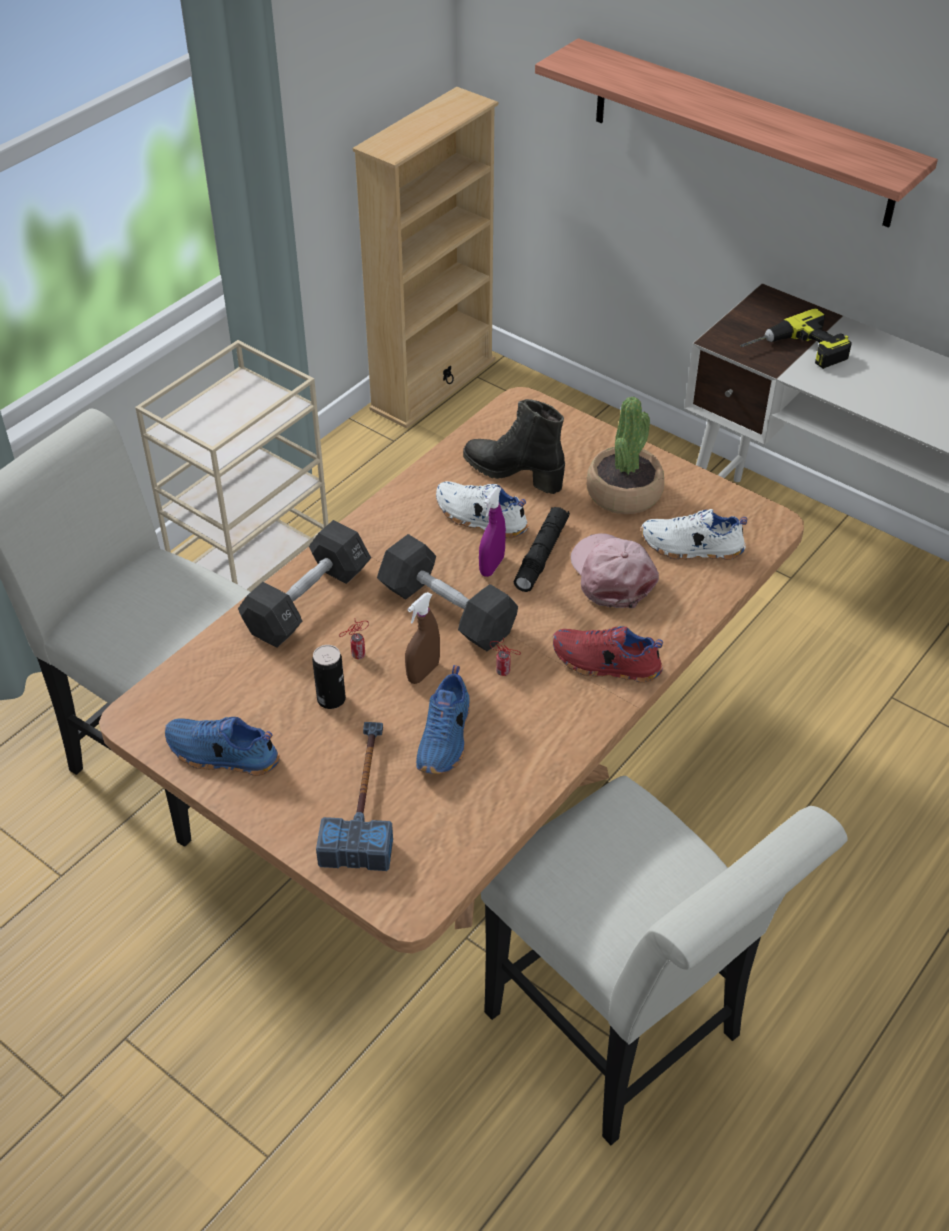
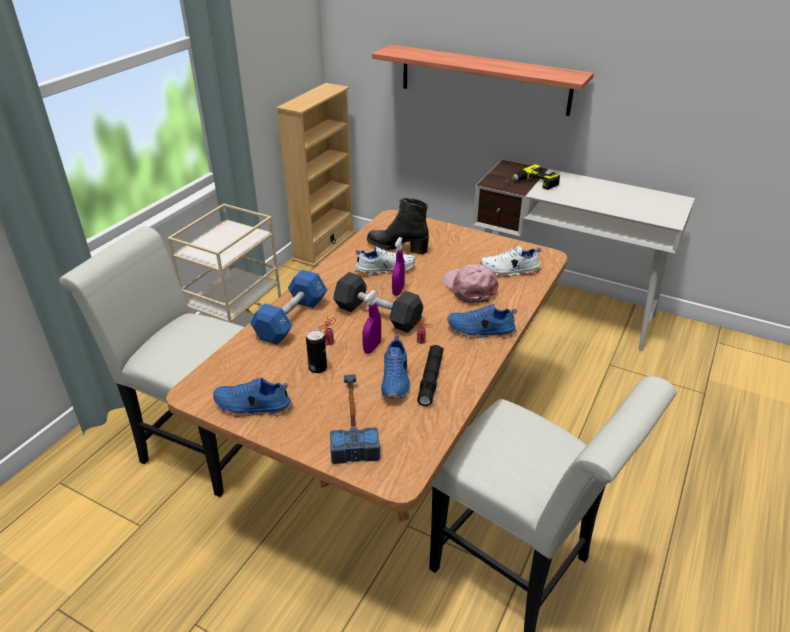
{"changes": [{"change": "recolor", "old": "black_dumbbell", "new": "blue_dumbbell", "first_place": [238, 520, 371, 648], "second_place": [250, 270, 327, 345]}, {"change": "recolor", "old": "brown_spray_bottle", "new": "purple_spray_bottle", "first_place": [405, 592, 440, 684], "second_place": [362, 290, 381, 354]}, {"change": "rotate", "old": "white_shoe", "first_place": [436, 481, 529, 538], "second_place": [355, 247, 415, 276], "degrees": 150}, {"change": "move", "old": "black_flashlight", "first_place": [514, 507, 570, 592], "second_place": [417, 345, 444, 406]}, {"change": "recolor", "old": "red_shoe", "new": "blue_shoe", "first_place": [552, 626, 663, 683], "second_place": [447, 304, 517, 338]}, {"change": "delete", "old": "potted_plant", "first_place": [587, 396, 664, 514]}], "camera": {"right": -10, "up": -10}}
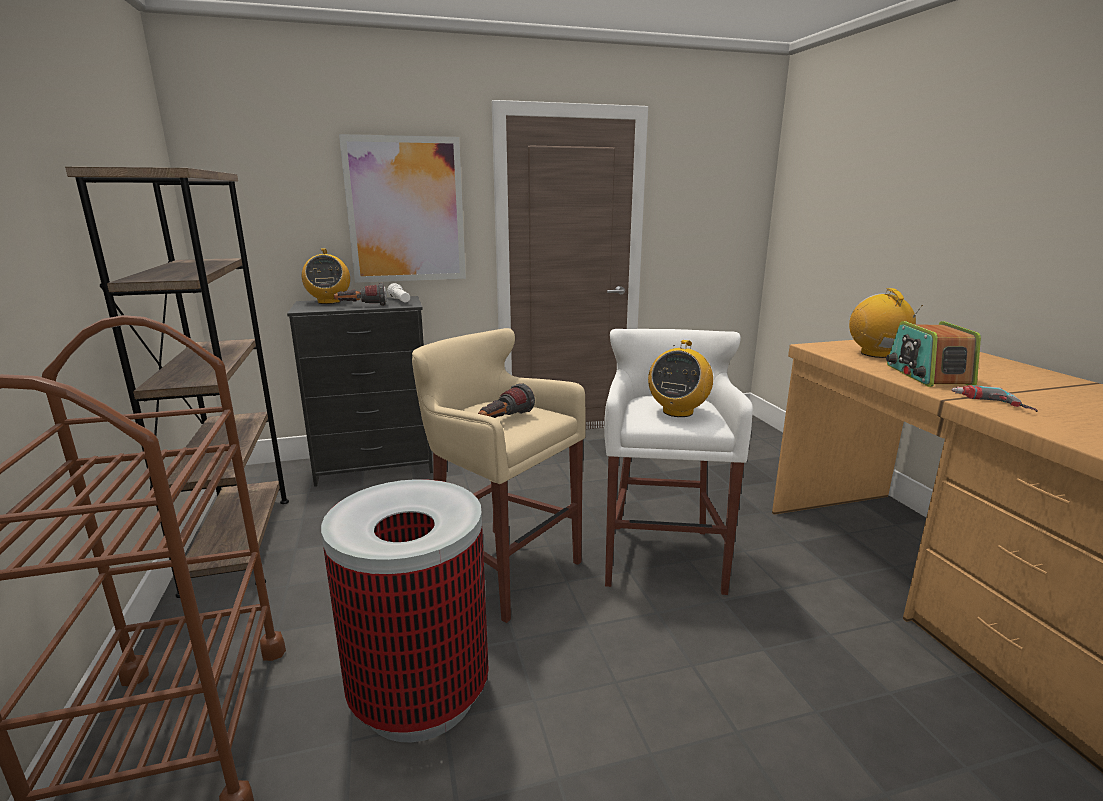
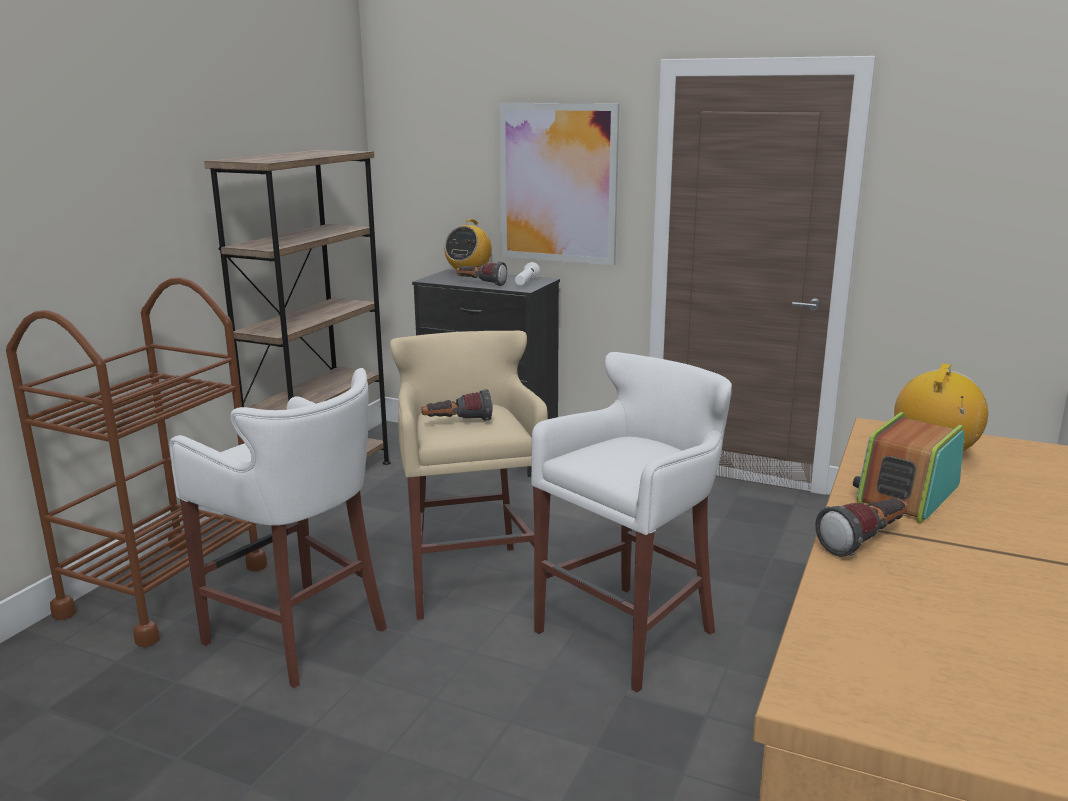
{"changes": [{"change": "replace", "old": "trash_can", "new": "white_stool", "first_place": [321, 479, 489, 742], "second_place": [169, 368, 387, 688]}, {"change": "delete", "old": "radio", "first_place": [648, 340, 713, 417]}, {"change": "replace", "old": "power_drill", "new": "flashlight", "first_place": [951, 385, 1038, 412], "second_place": [815, 498, 908, 557]}], "camera": {"right": 40, "up": 0}}
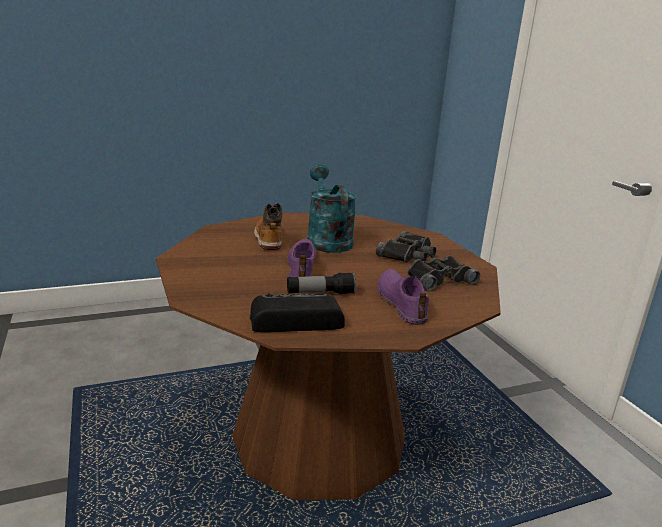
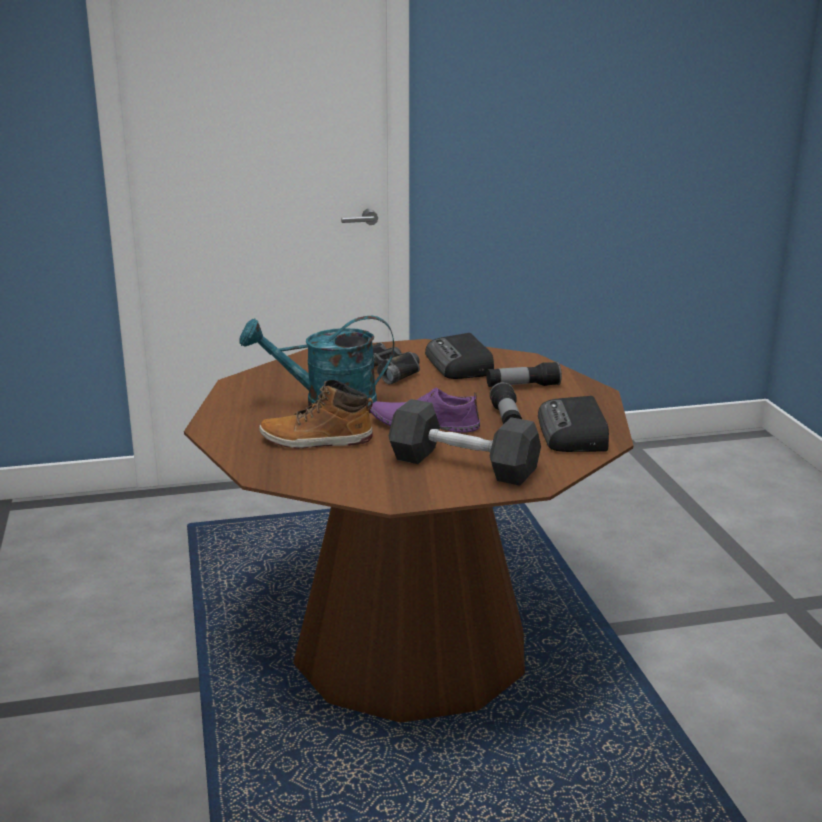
{"changes": [{"change": "replace", "old": "purple_shoe", "new": "flashlight", "first_place": [377, 269, 429, 325], "second_place": [486, 361, 562, 387]}, {"change": "replace", "old": "black_binoculars", "new": "radio", "first_place": [407, 256, 480, 291], "second_place": [425, 333, 494, 379]}, {"change": "insert", "new": "grey_dumbbell", "second_place": [389, 399, 541, 486]}], "camera": {"right": -80, "up": 0}}
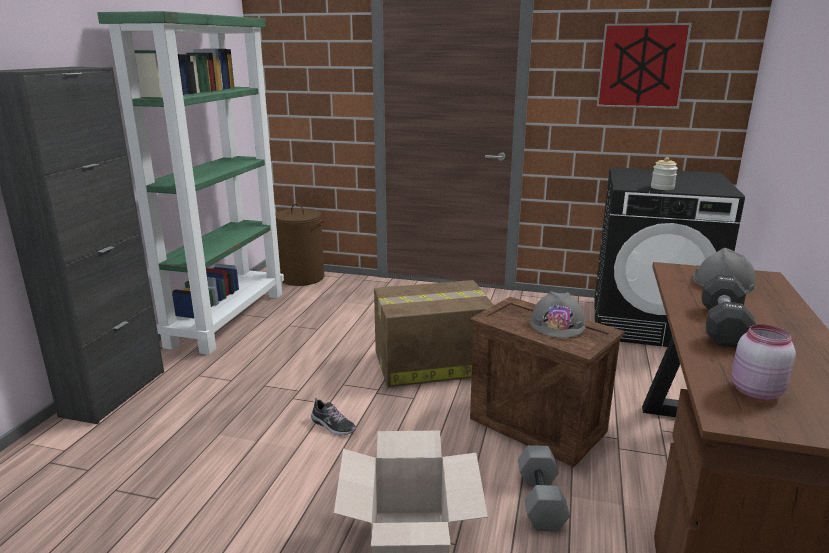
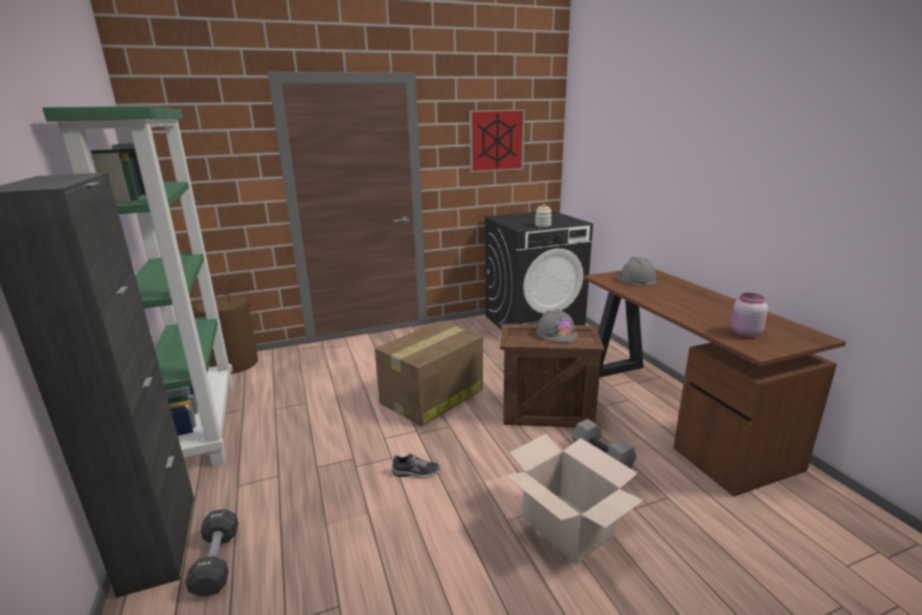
{"changes": [{"change": "move", "old": "black_dumbbell", "first_place": [701, 275, 756, 348], "second_place": [185, 509, 238, 597]}], "camera": {"right": -35, "up": 0}}
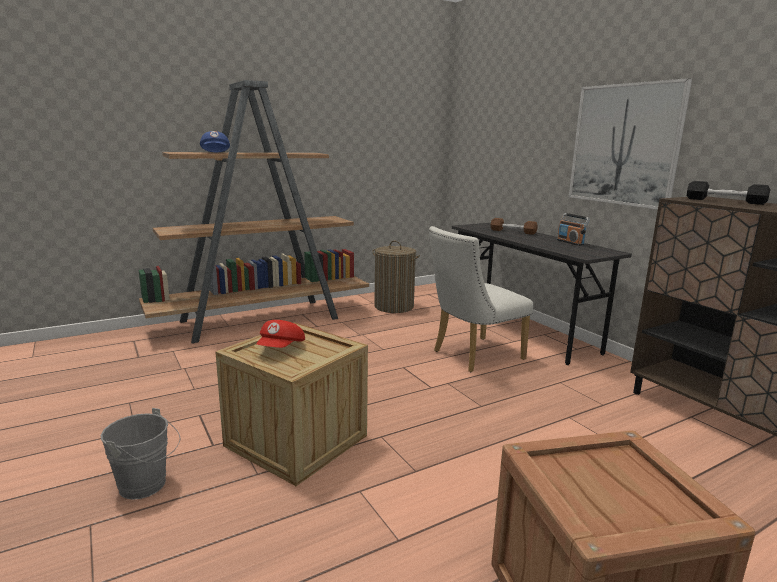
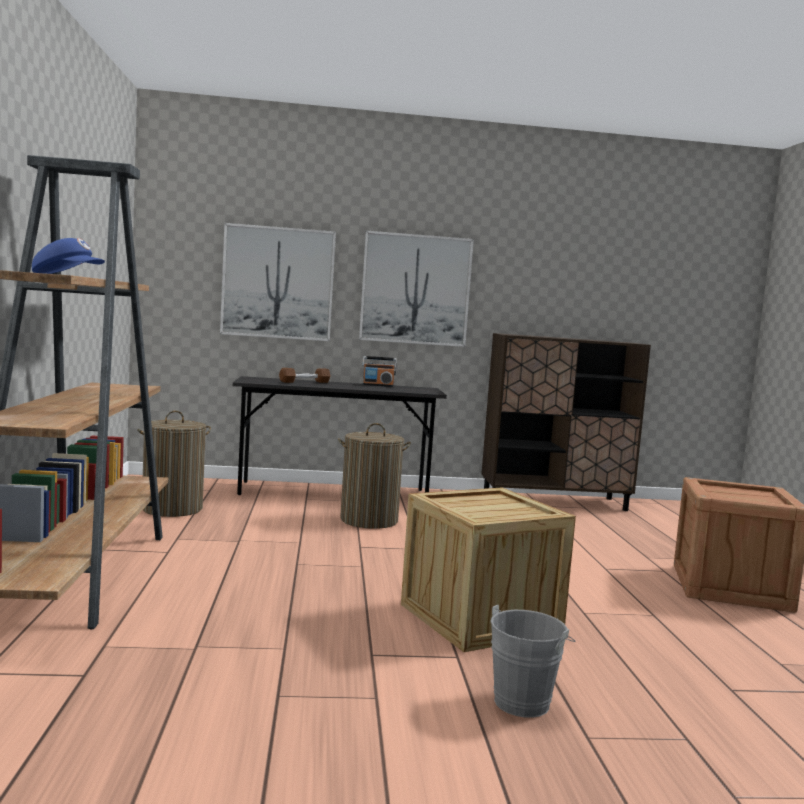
{"changes": [{"change": "delete", "old": "red_cap", "first_place": [256, 320, 305, 348]}, {"change": "replace", "old": "white_chair", "new": "laundry_basket", "first_place": [429, 226, 534, 372], "second_place": [338, 423, 411, 529]}, {"change": "delete", "old": "black_dumbbell", "first_place": [687, 181, 771, 205]}, {"change": "insert", "new": "picture", "second_place": [220, 223, 336, 341]}], "camera": {"right": -65, "up": -10}}
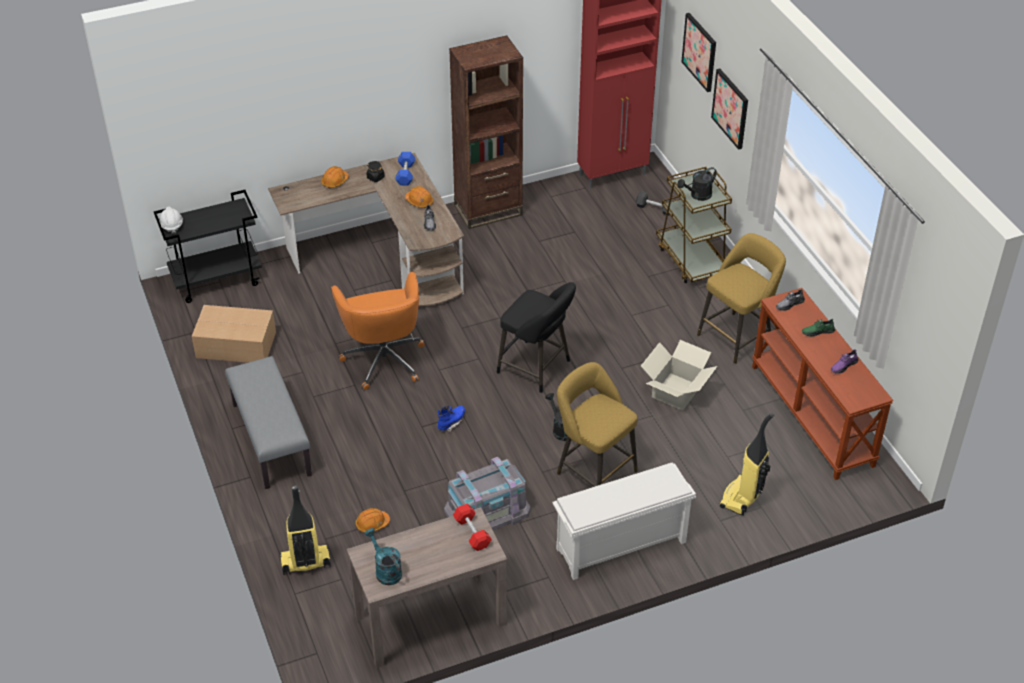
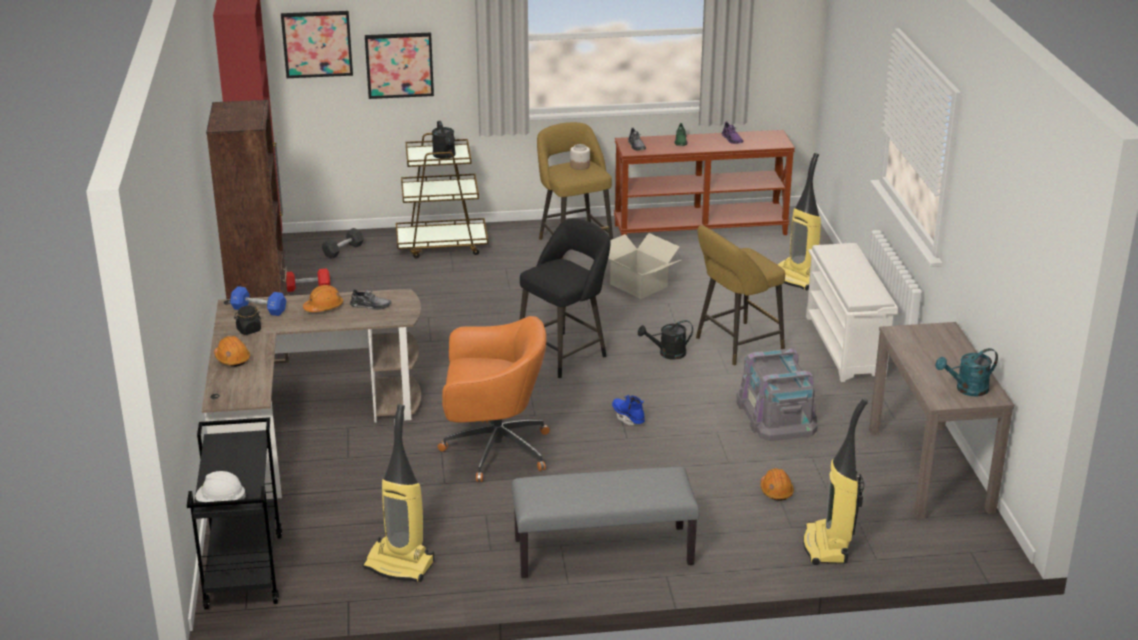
{"changes": [{"change": "replace", "old": "cardboard_box", "new": "vacuum_cleaner", "first_place": [192, 305, 276, 363], "second_place": [362, 404, 435, 582]}, {"change": "move", "old": "red_dumbbell", "first_place": [453, 504, 492, 551], "second_place": [286, 268, 330, 292]}, {"change": "insert", "new": "jar", "second_place": [570, 144, 590, 170]}], "camera": {"right": -75, "up": -15}}
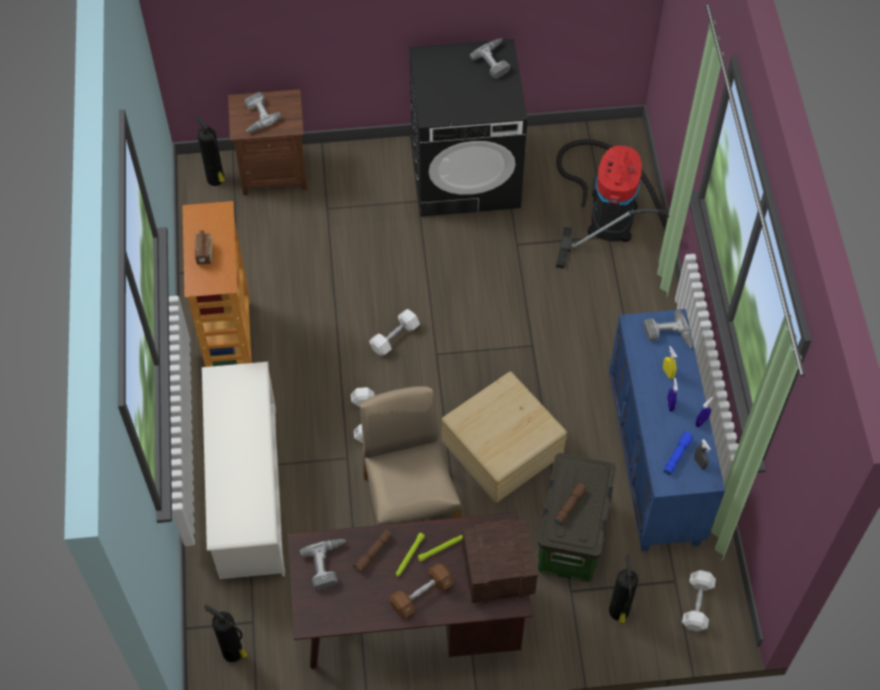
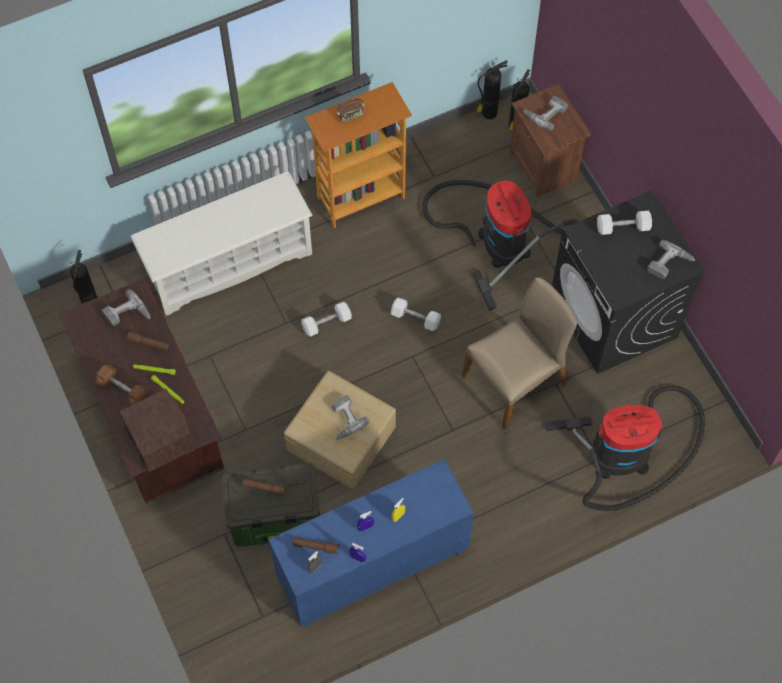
{"changes": [{"change": "move", "old": "beige_chair", "first_place": [360, 386, 461, 525], "second_place": [462, 277, 577, 429]}, {"change": "move", "old": "fire_extinguisher", "first_place": [609, 554, 638, 624], "second_place": [477, 60, 508, 119]}, {"change": "move", "old": "power_drill", "first_place": [643, 310, 693, 348], "second_place": [332, 395, 369, 440]}, {"change": "recolor", "old": "blue_flashlight", "new": "brown_flashlight", "first_place": [664, 432, 694, 475], "second_place": [293, 538, 339, 554]}, {"change": "move", "old": "white_dumbbell", "first_place": [682, 570, 716, 632], "second_place": [597, 211, 652, 235]}, {"change": "insert", "new": "vacuum_cleaner", "second_place": [422, 180, 579, 311]}], "camera": {"right": 70, "up": 5}}
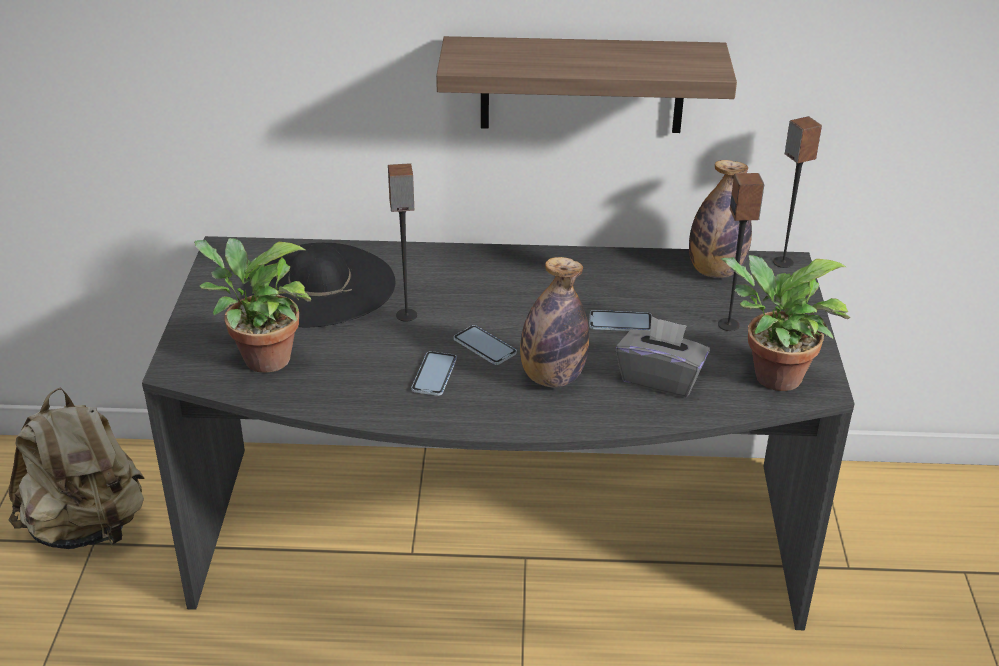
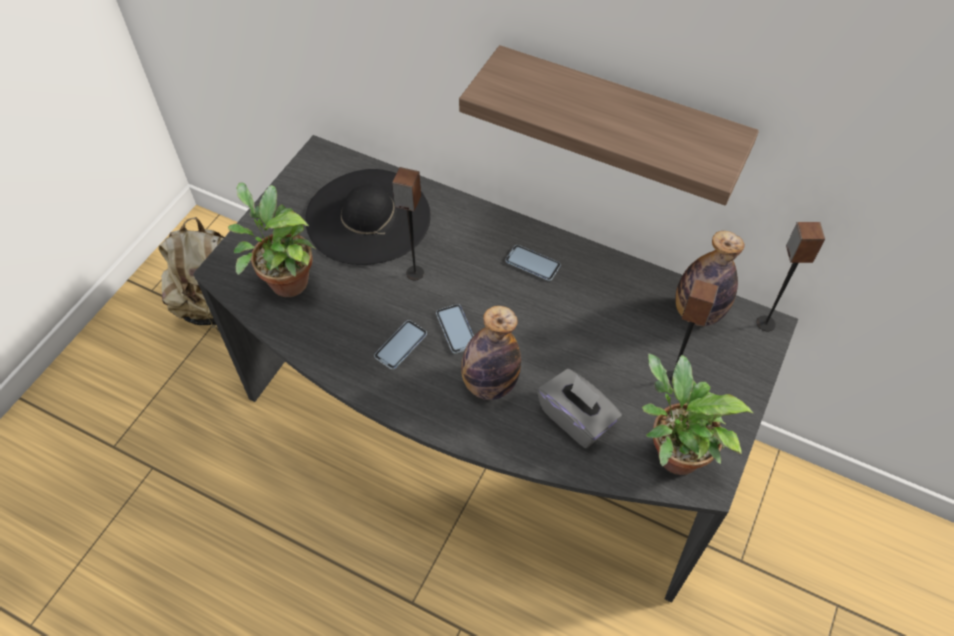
{"changes": [{"change": "move", "old": "phone", "first_place": [589, 310, 652, 331], "second_place": [505, 245, 561, 281]}], "camera": {"right": 25, "up": 20}}
